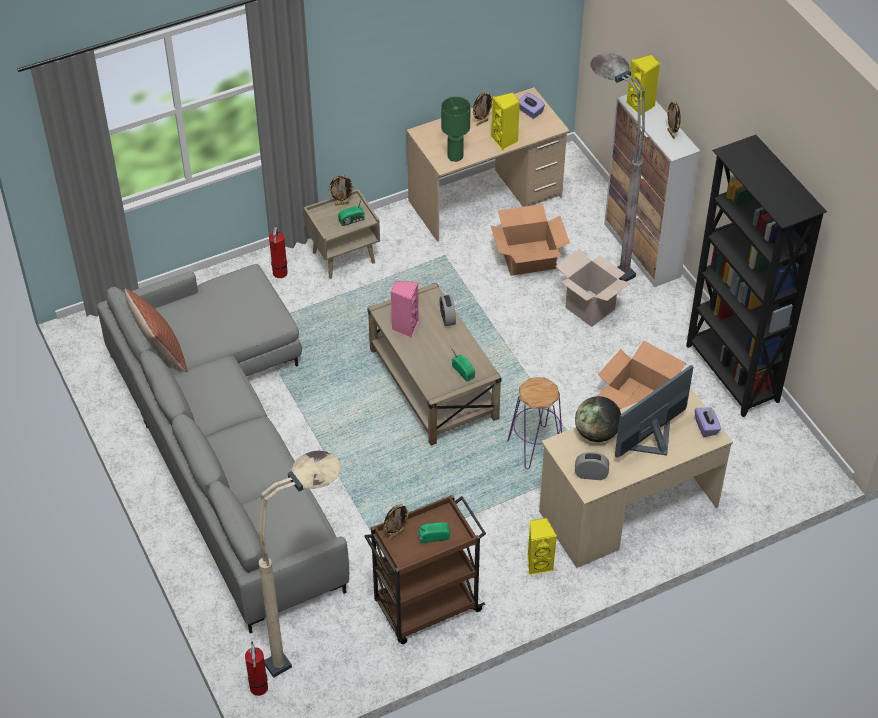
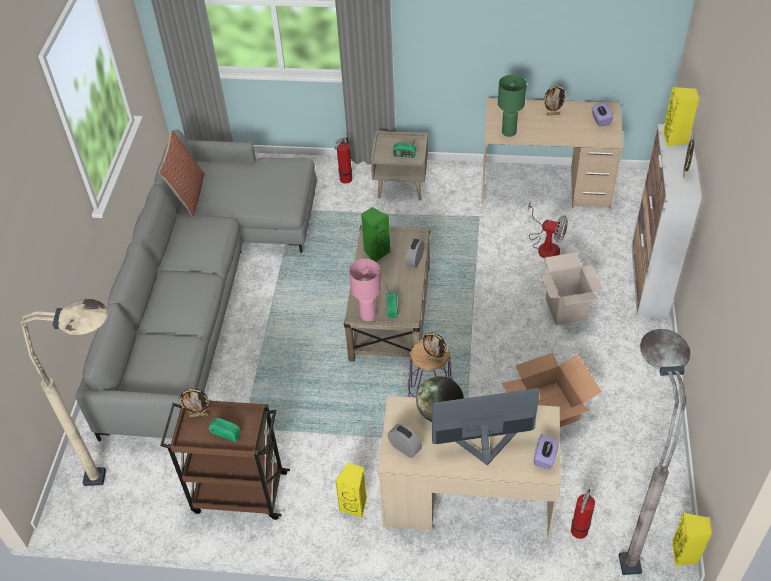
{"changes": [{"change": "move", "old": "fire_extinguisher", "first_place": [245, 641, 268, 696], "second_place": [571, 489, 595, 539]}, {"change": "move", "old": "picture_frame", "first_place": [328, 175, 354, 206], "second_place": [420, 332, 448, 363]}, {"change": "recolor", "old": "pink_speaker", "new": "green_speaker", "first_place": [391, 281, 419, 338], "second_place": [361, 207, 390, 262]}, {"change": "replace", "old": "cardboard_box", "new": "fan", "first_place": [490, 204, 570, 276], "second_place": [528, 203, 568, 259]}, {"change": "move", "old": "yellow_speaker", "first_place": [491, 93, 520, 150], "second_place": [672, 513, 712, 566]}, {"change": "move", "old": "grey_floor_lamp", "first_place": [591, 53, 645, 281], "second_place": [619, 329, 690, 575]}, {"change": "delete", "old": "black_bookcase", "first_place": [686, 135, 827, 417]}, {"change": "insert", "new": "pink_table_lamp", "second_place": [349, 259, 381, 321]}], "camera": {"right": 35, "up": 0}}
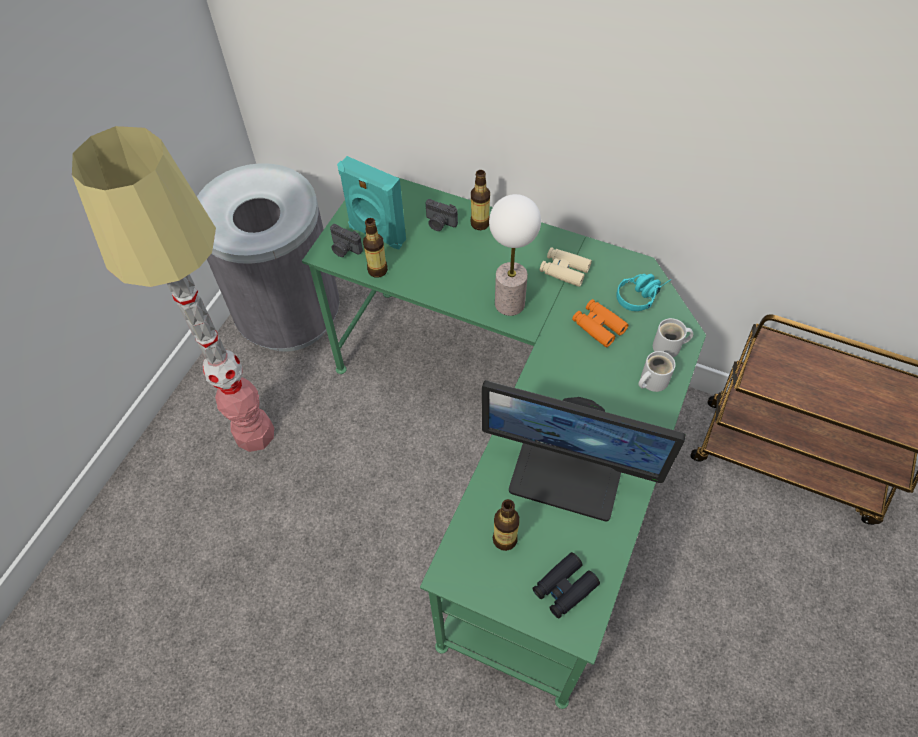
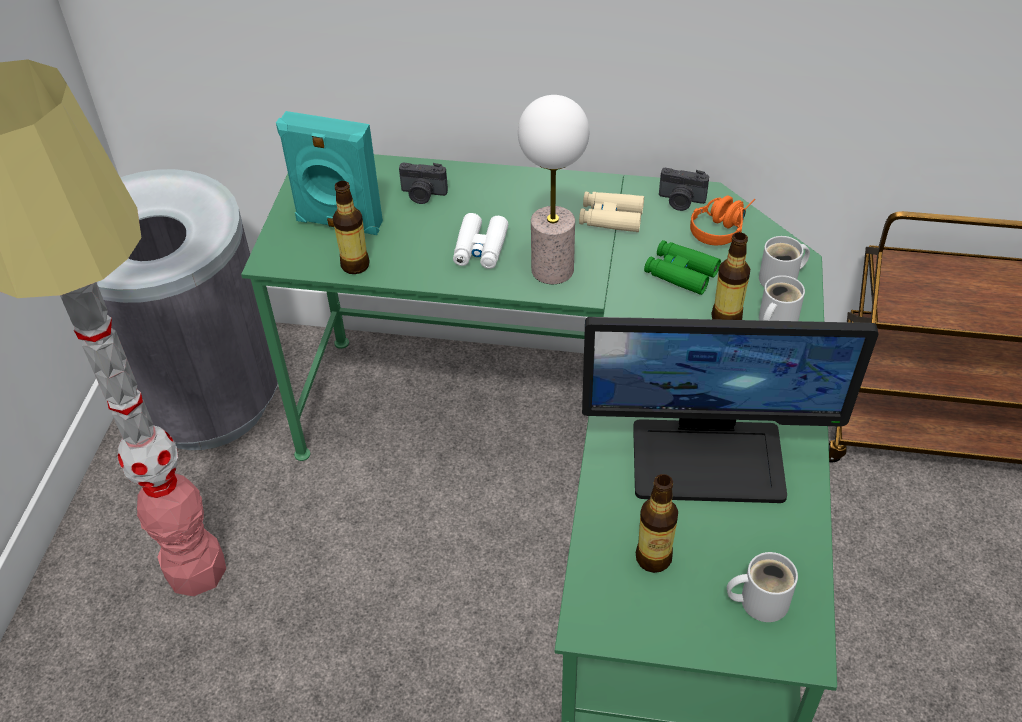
{"changes": [{"change": "move", "old": "photo_camera", "first_place": [330, 224, 363, 257], "second_place": [659, 168, 709, 211]}, {"change": "move", "old": "bottle", "first_place": [470, 170, 490, 230], "second_place": [711, 232, 750, 320]}, {"change": "replace", "old": "black_binoculars", "new": "white_mug", "first_place": [532, 552, 600, 618], "second_place": [727, 552, 798, 622]}, {"change": "recolor", "old": "orange_binoculars", "new": "green_binoculars", "first_place": [572, 299, 629, 347], "second_place": [644, 240, 721, 295]}, {"change": "recolor", "old": "turquoise_headphones", "new": "orange_headphones", "first_place": [616, 274, 672, 311], "second_place": [690, 195, 755, 245]}, {"change": "insert", "new": "white_binoculars", "second_place": [453, 213, 508, 269]}], "camera": {"right": -15, "up": -10}}
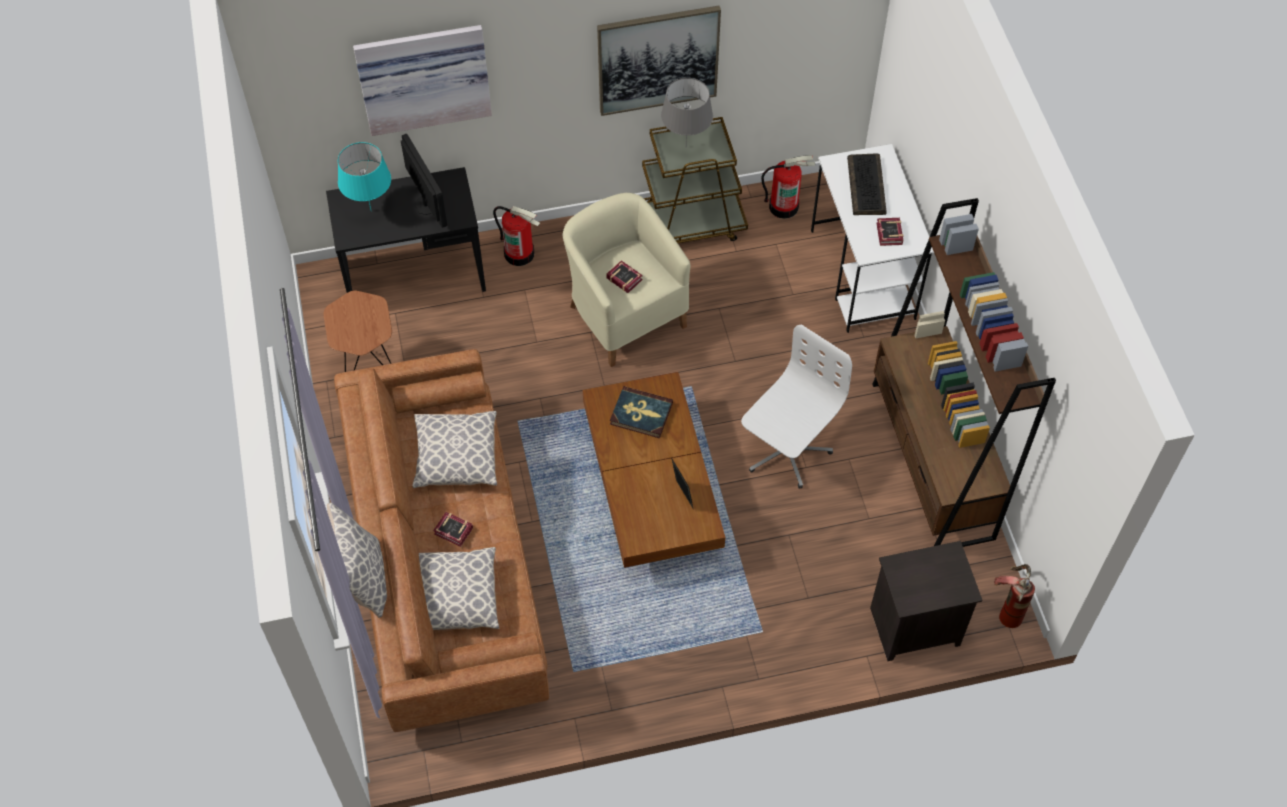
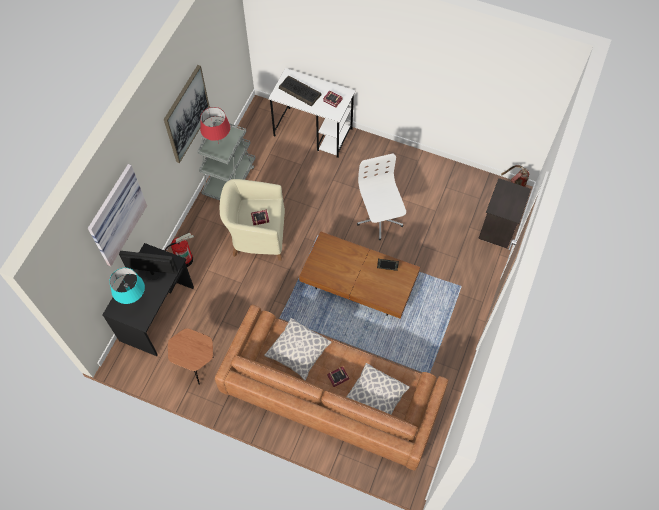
{"changes": [{"change": "delete", "old": "pillow", "first_place": [327, 503, 387, 618]}, {"change": "delete", "old": "book", "first_place": [610, 386, 673, 438]}, {"change": "recolor", "old": "brown_cart", "new": "grey_cart", "first_place": [642, 117, 748, 243], "second_place": [197, 119, 255, 201]}, {"change": "recolor", "old": "grey_table_lamp", "new": "red_table_lamp", "first_place": [661, 78, 713, 144], "second_place": [200, 107, 230, 144]}, {"change": "delete", "old": "fire_extinguisher", "first_place": [761, 155, 815, 219]}, {"change": "delete", "old": "brown_bookcase", "first_place": [872, 198, 1056, 547]}], "camera": {"right": -55, "up": 5}}
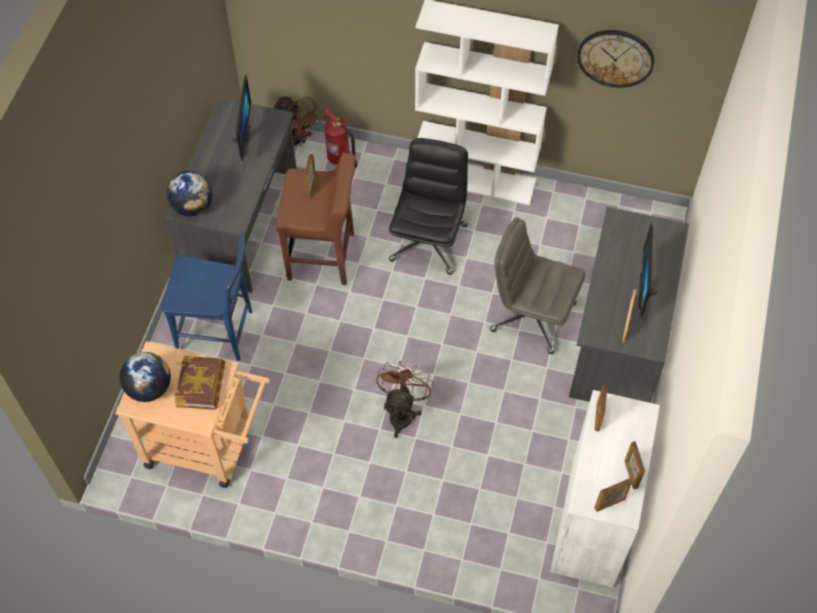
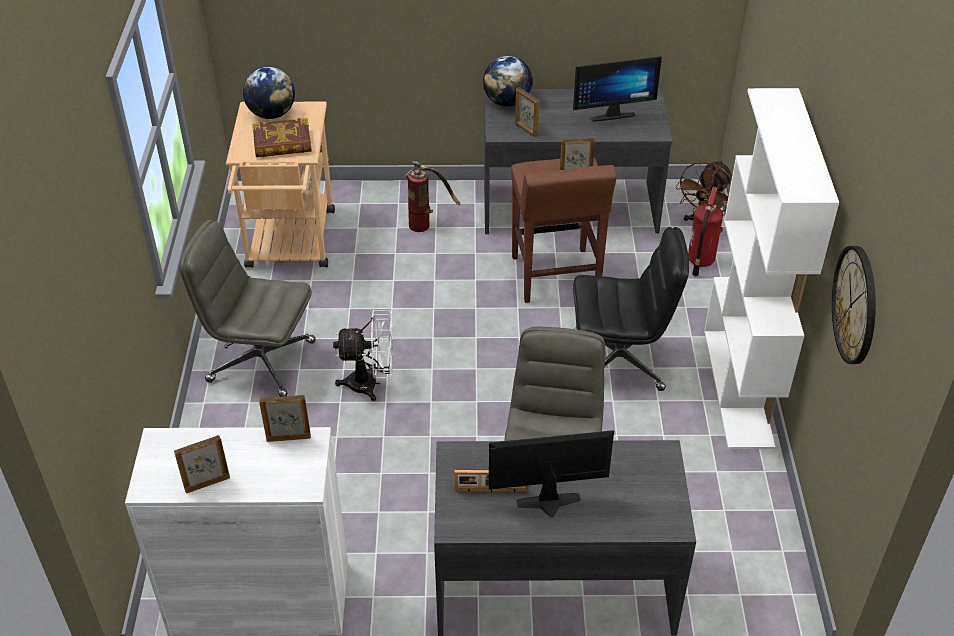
{"changes": [{"change": "replace", "old": "blue_chair", "new": "fire_extinguisher", "first_place": [161, 232, 252, 361], "second_place": [404, 161, 460, 232]}, {"change": "recolor", "old": "brown_fan", "new": "white_fan", "first_place": [376, 361, 433, 438], "second_place": [333, 310, 393, 401]}, {"change": "move", "old": "picture_frame", "first_place": [594, 478, 632, 512], "second_place": [515, 87, 540, 137]}, {"change": "insert", "new": "grey_office_chair", "second_place": [179, 220, 316, 397]}], "camera": {"right": 75, "up": -15}}
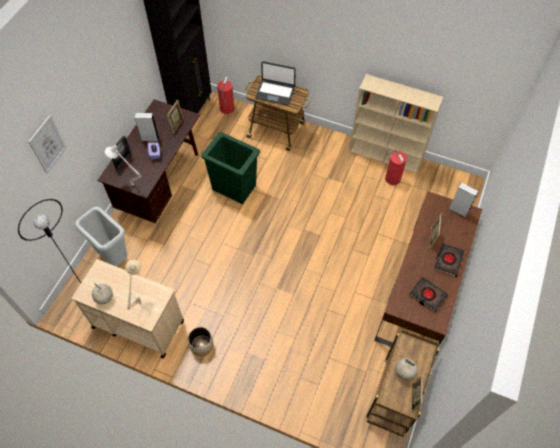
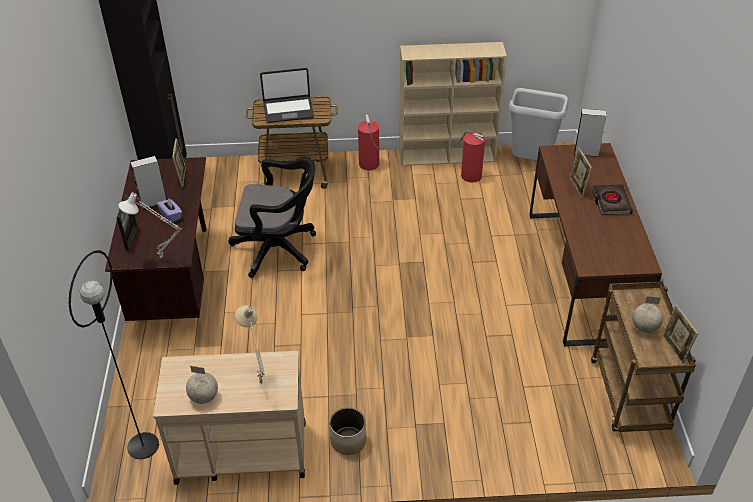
{"changes": [{"change": "delete", "old": "picture", "first_place": [28, 115, 66, 174]}, {"change": "move", "old": "grey_trash_can", "first_place": [75, 207, 127, 266], "second_place": [509, 88, 569, 161]}, {"change": "replace", "old": "green_trash_can", "new": "black_office_chair", "first_place": [201, 132, 260, 204], "second_place": [228, 157, 316, 278]}, {"change": "move", "old": "fire_extinguisher", "first_place": [217, 77, 234, 114], "second_place": [358, 115, 380, 171]}, {"change": "delete", "old": "black_book", "first_place": [409, 276, 449, 313]}], "camera": {"right": -25, "up": -15}}
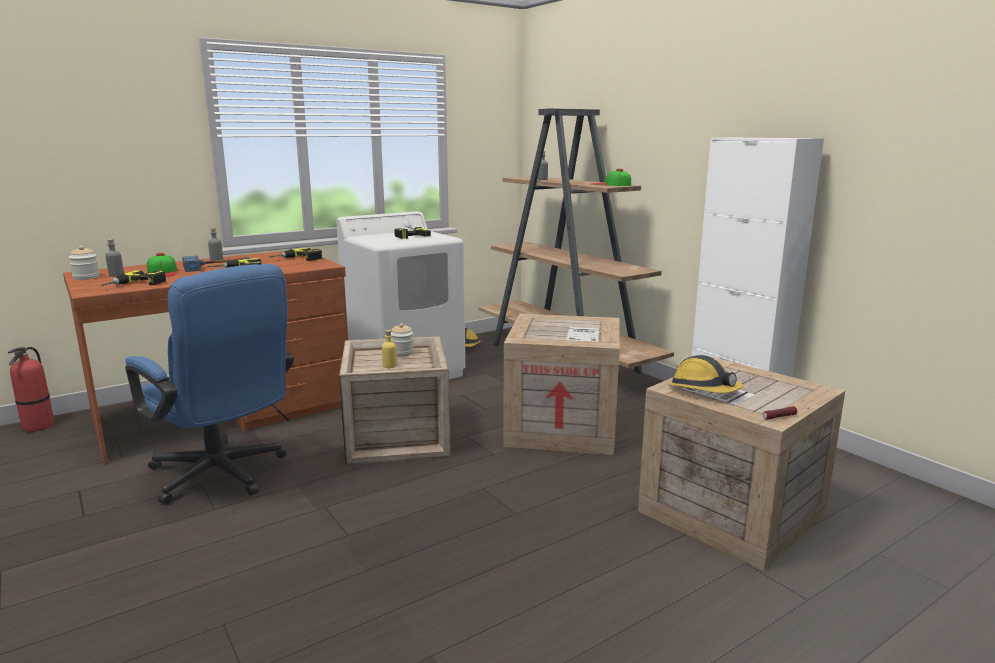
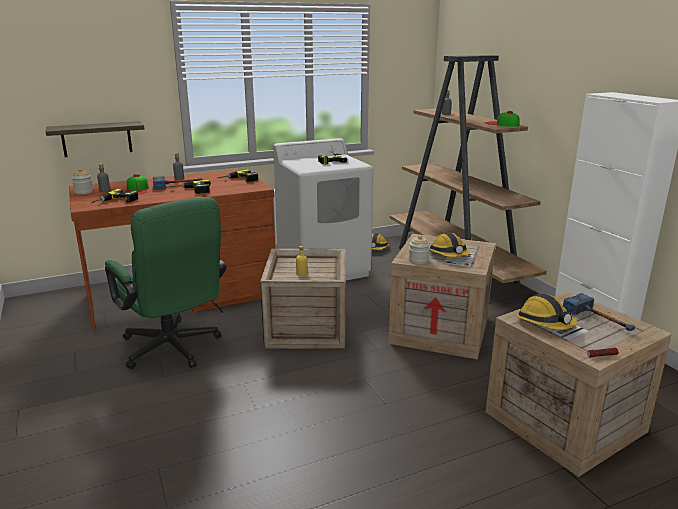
{"changes": [{"change": "delete", "old": "fire_extinguisher", "first_place": [8, 347, 54, 432]}, {"change": "recolor", "old": "blue_office_chair", "new": "green_office_chair", "first_place": [125, 264, 294, 504], "second_place": [105, 197, 226, 369]}, {"change": "move", "old": "jar", "first_place": [391, 323, 414, 356], "second_place": [409, 235, 430, 264]}, {"change": "insert", "new": "shelf", "second_place": [46, 121, 144, 157]}, {"change": "insert", "new": "hard_hat", "second_place": [429, 232, 470, 257]}, {"change": "insert", "new": "hammer", "second_place": [563, 293, 635, 331]}], "camera": {"right": 10, "up": 5}}
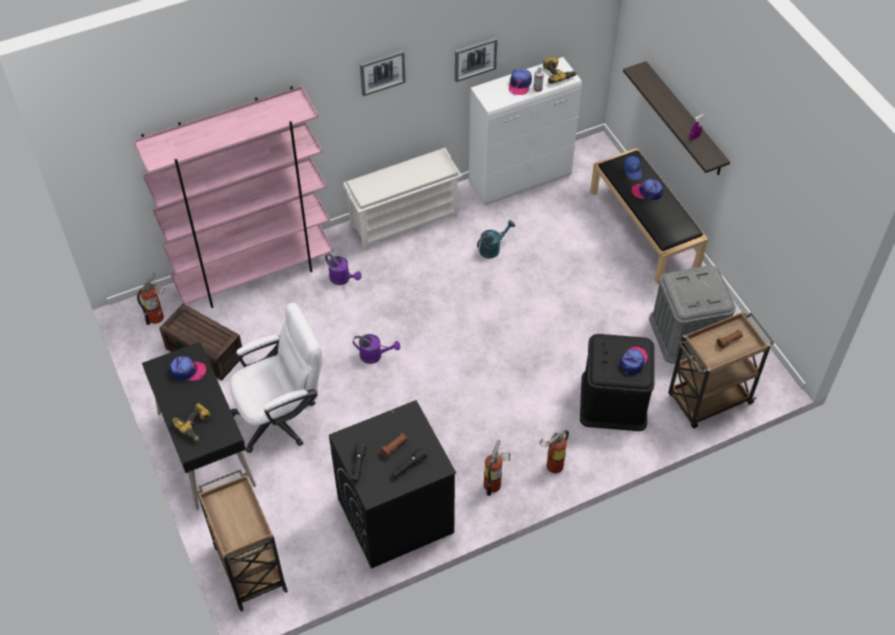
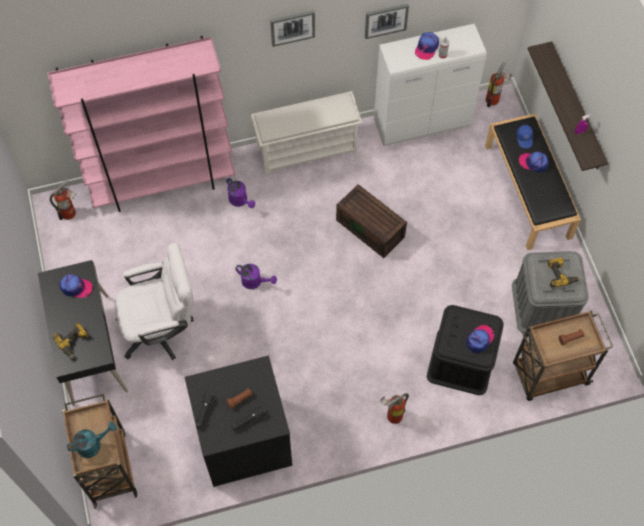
{"changes": [{"change": "move", "old": "brown_storage_box", "first_place": [159, 304, 244, 381], "second_place": [336, 184, 407, 258]}, {"change": "move", "old": "turquoise_watering_can", "first_place": [477, 220, 515, 259], "second_place": [67, 422, 117, 458]}, {"change": "move", "old": "fire_extinguisher", "first_place": [484, 440, 511, 496], "second_place": [486, 61, 512, 107]}, {"change": "move", "old": "power_drill", "first_place": [543, 57, 577, 84], "second_place": [547, 257, 580, 288]}], "camera": {"right": 10, "up": 10}}
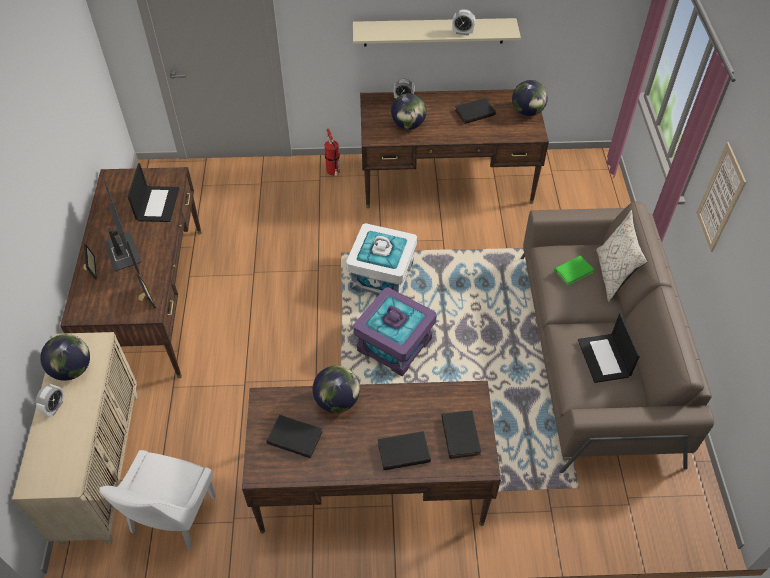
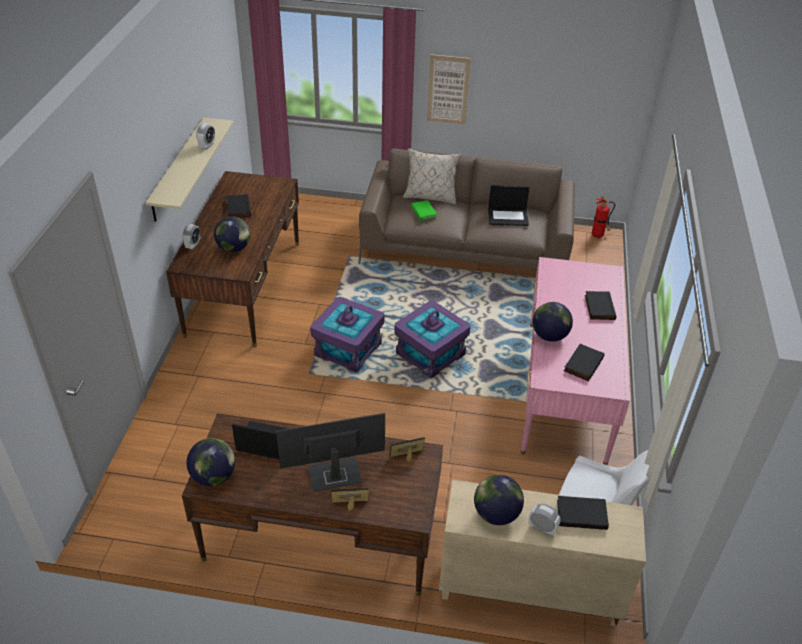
{"changes": [{"change": "recolor", "old": "brown_desk", "new": "pink_desk", "first_place": [242, 381, 501, 534], "second_place": [521, 257, 630, 465]}, {"change": "move", "old": "fire_extinguisher", "first_place": [325, 129, 340, 176], "second_place": [592, 196, 615, 238]}, {"change": "recolor", "old": "white_storage_box", "new": "purple_storage_box", "first_place": [346, 223, 417, 294], "second_place": [310, 297, 384, 373]}, {"change": "move", "old": "black_book", "first_place": [441, 410, 481, 459], "second_place": [557, 496, 609, 530]}, {"change": "move", "old": "globe", "first_place": [512, 80, 548, 116], "second_place": [187, 438, 235, 486]}], "camera": {"right": -80, "up": -10}}
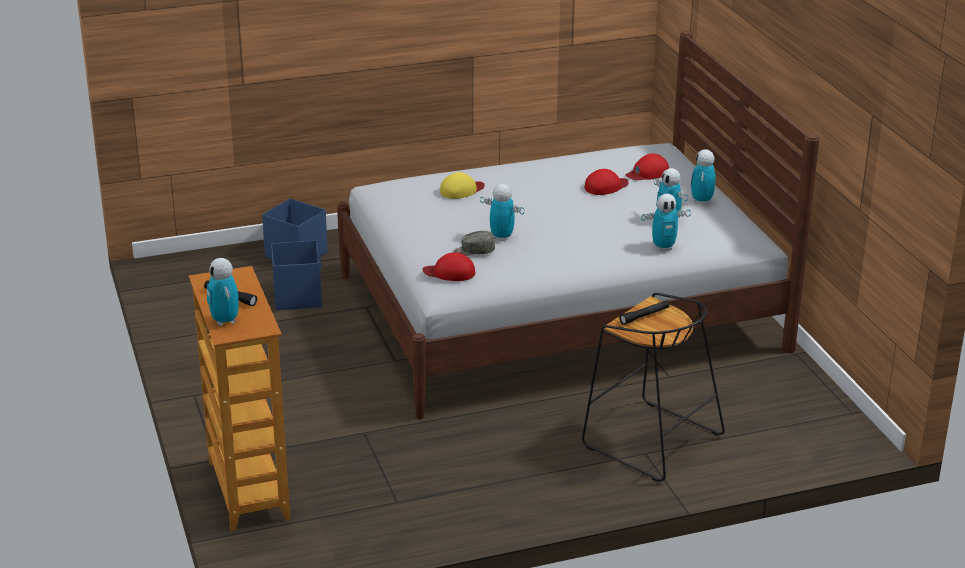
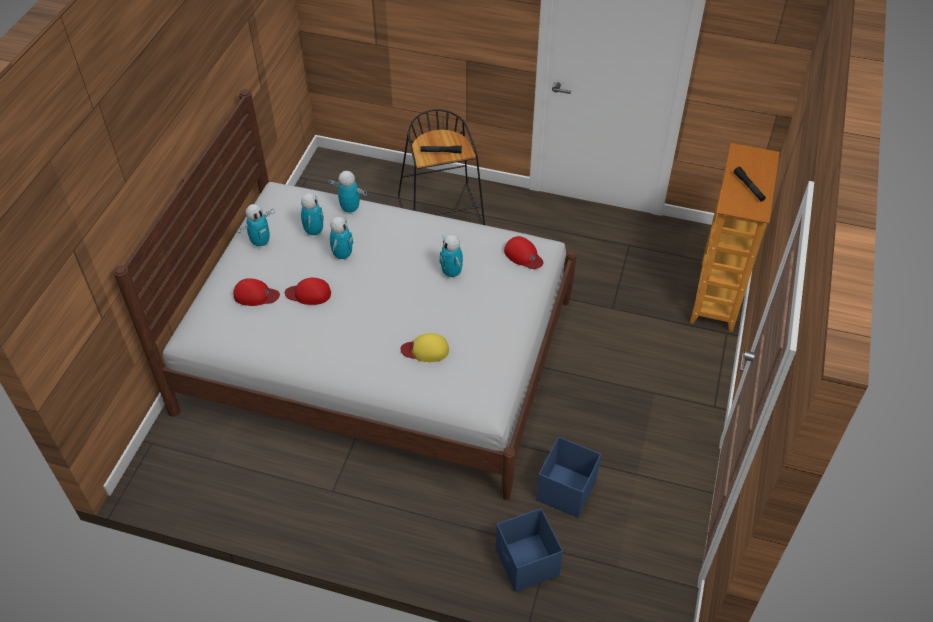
{"changes": [{"change": "move", "old": "toy_robot", "first_place": [207, 258, 239, 326], "second_place": [330, 217, 353, 261]}, {"change": "delete", "old": "grey_cap", "first_place": [454, 231, 495, 256]}], "camera": {"right": -145, "up": 20}}
